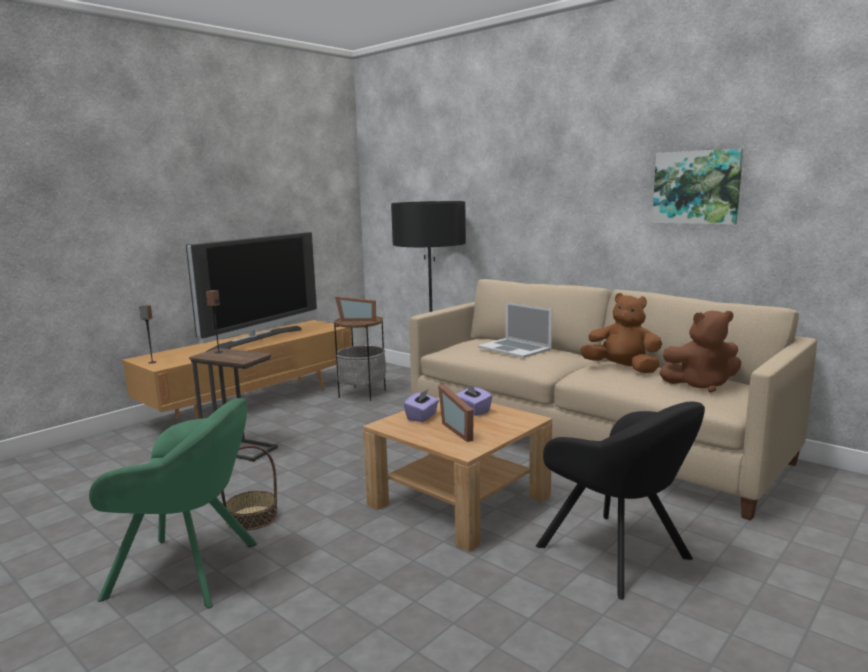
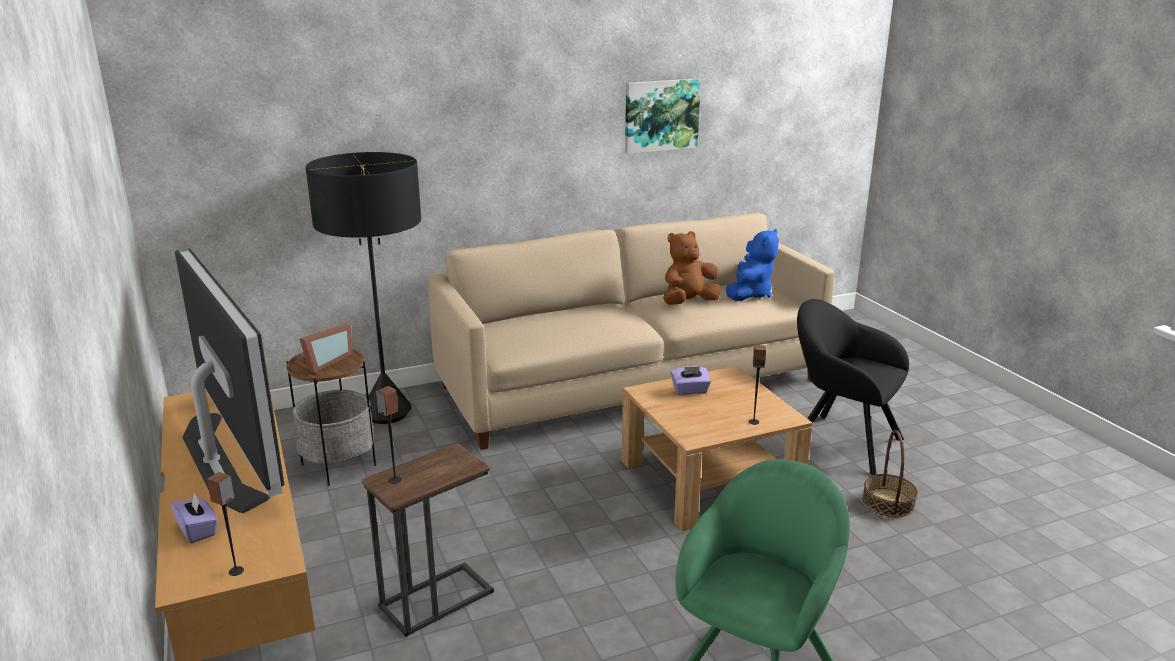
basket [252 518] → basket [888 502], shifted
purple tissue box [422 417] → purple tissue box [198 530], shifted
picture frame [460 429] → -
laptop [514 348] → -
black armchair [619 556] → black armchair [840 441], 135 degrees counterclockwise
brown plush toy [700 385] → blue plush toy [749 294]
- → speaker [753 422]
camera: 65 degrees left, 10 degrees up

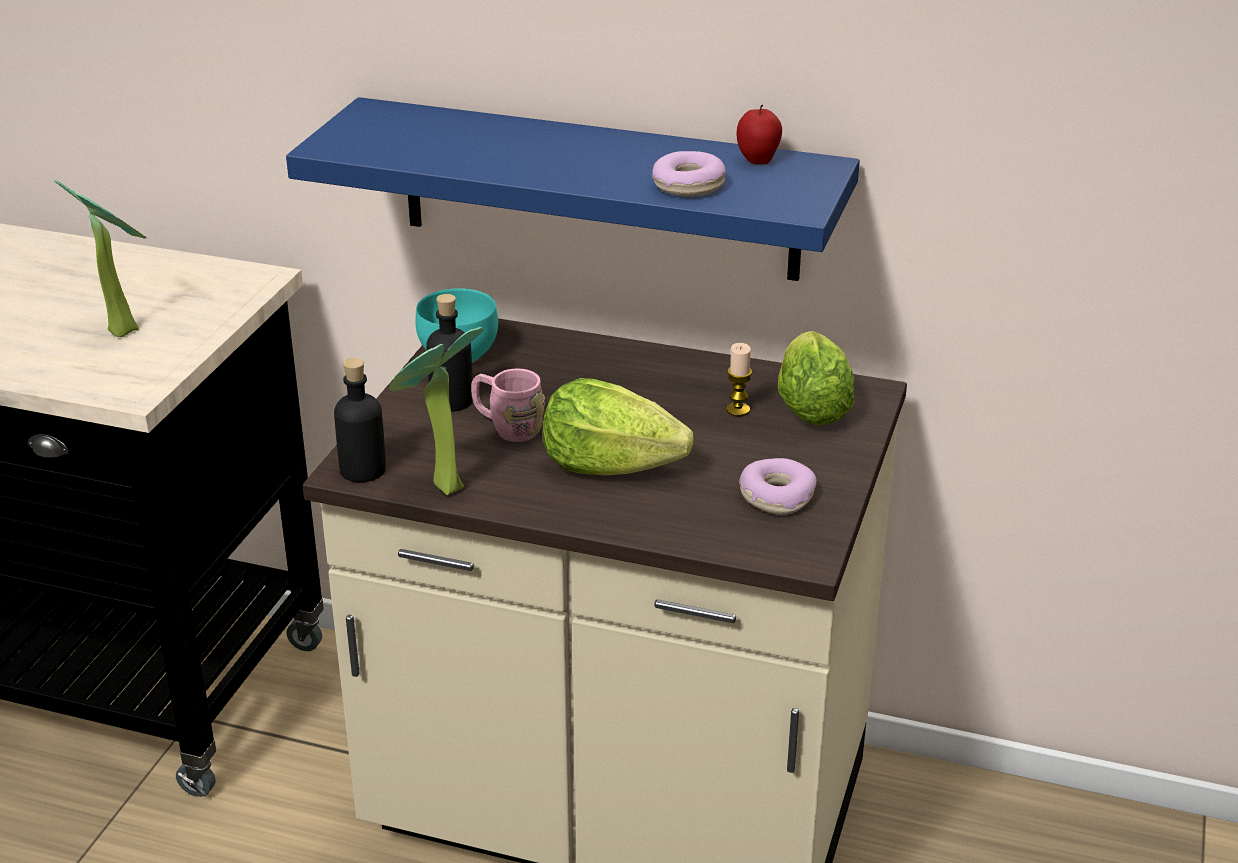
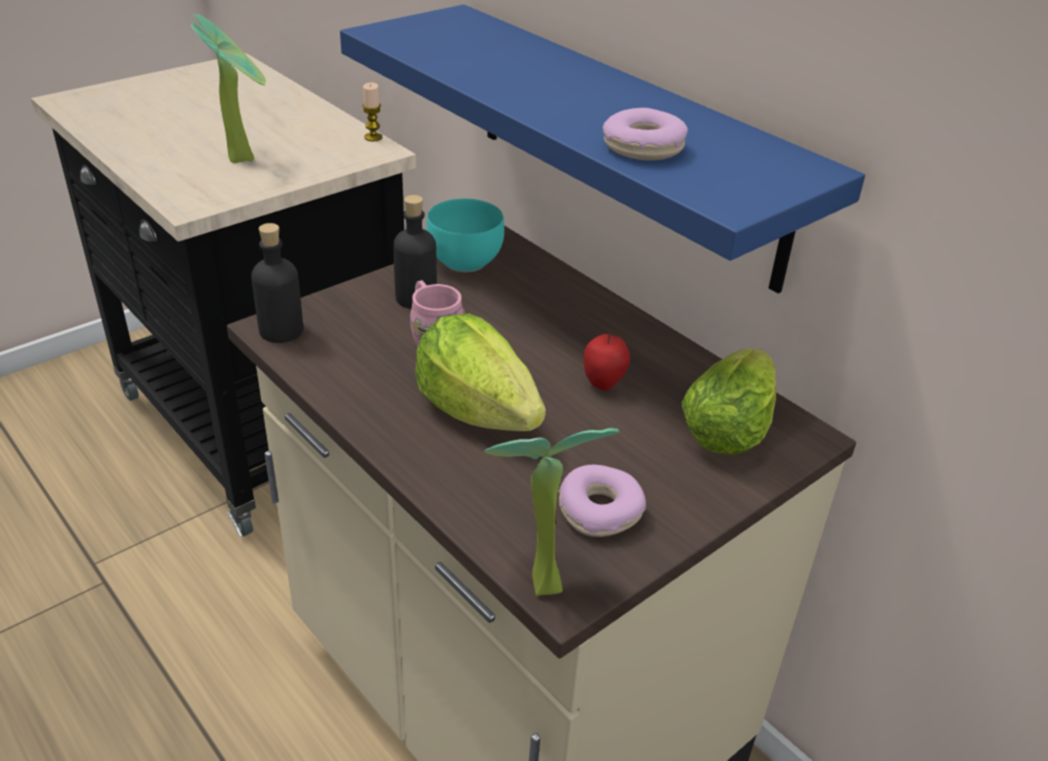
potted plant [440 488] → potted plant [537 580], shifted
candle [738 410] → candle [373 137], shifted
apple [758 160] → apple [603 383], shifted
camera: 30 degrees right, 5 degrees up

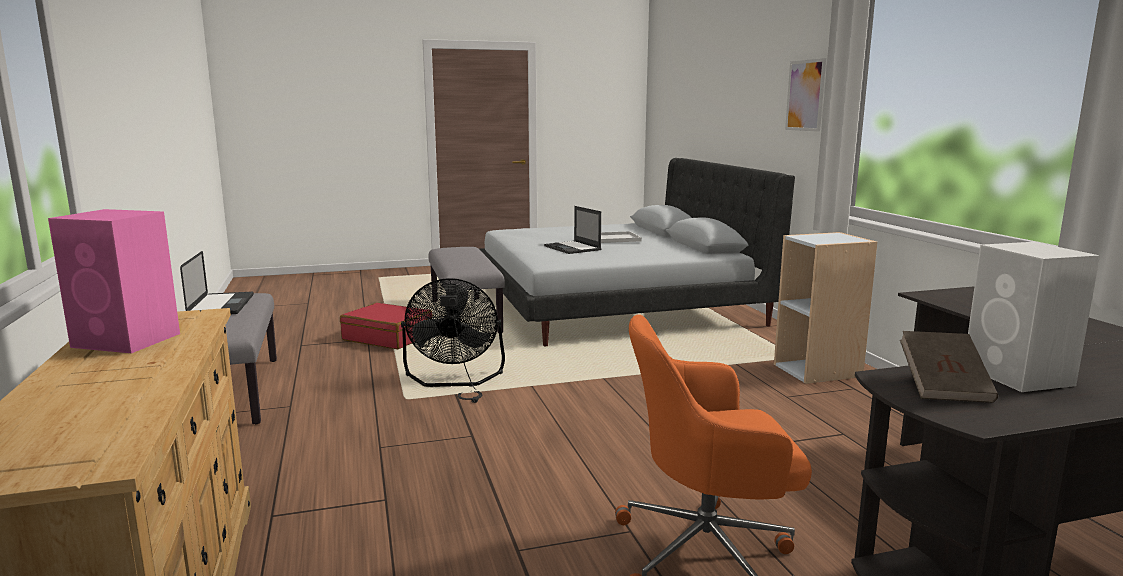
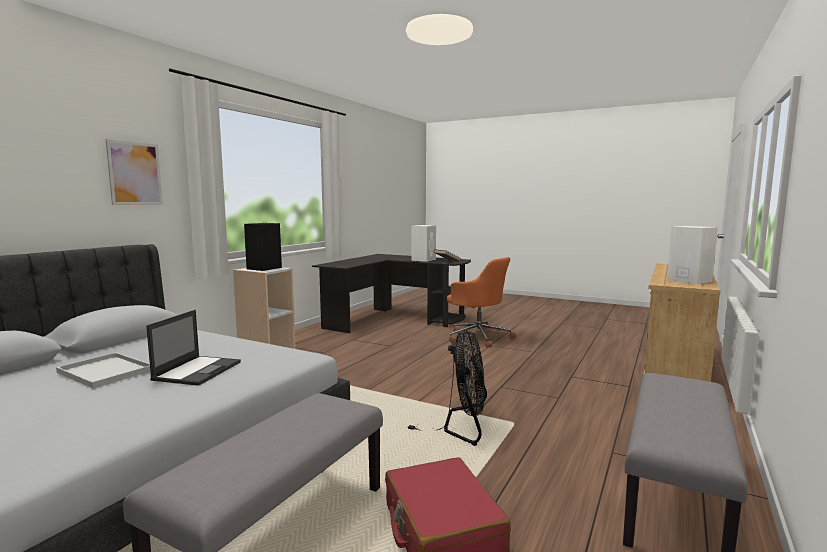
pink speaker [128 340] → white speaker [688 280]
laptop [221 305] → -
black fan [456 382] → black fan [459 424], 120 degrees counterclockwise
- → black speaker [265 268]
camera: 135 degrees left, 5 degrees down

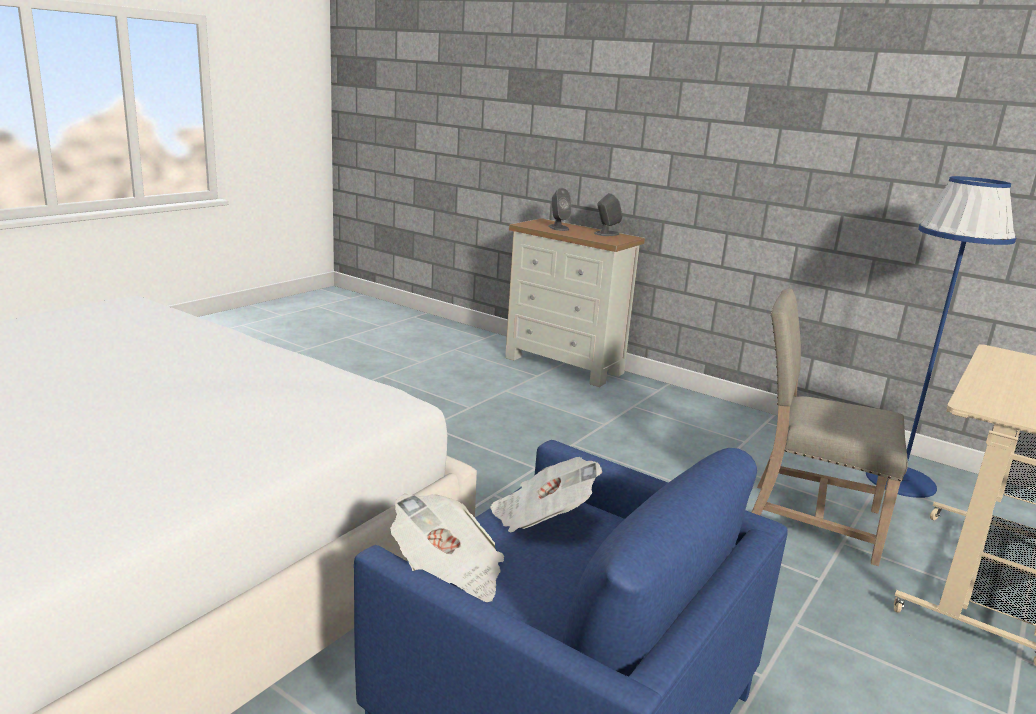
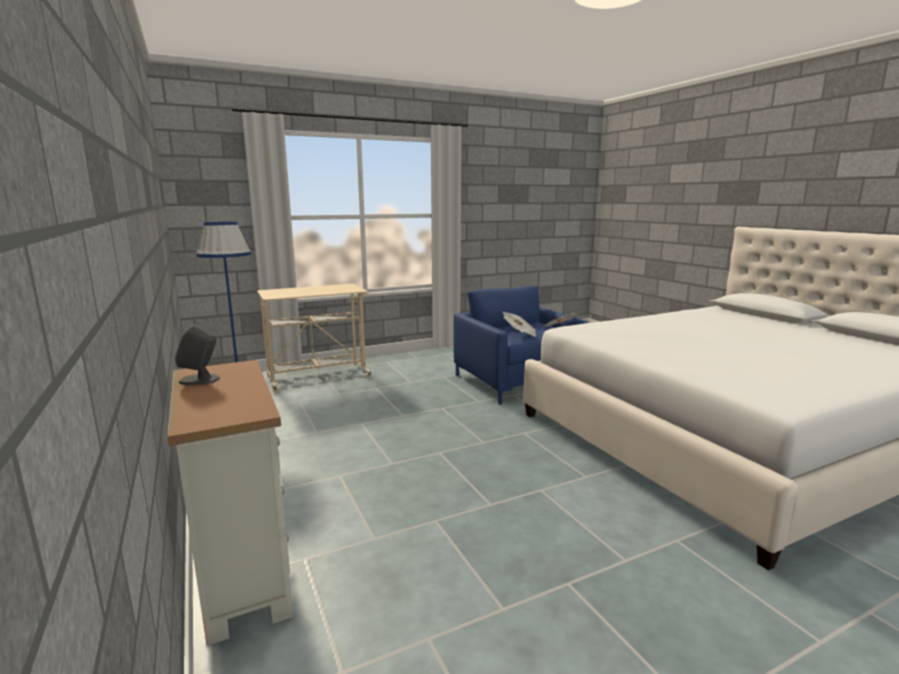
grey speaker [558 228] → -
beige chair [808 519] → -
camera: 150 degrees left, 5 degrees down

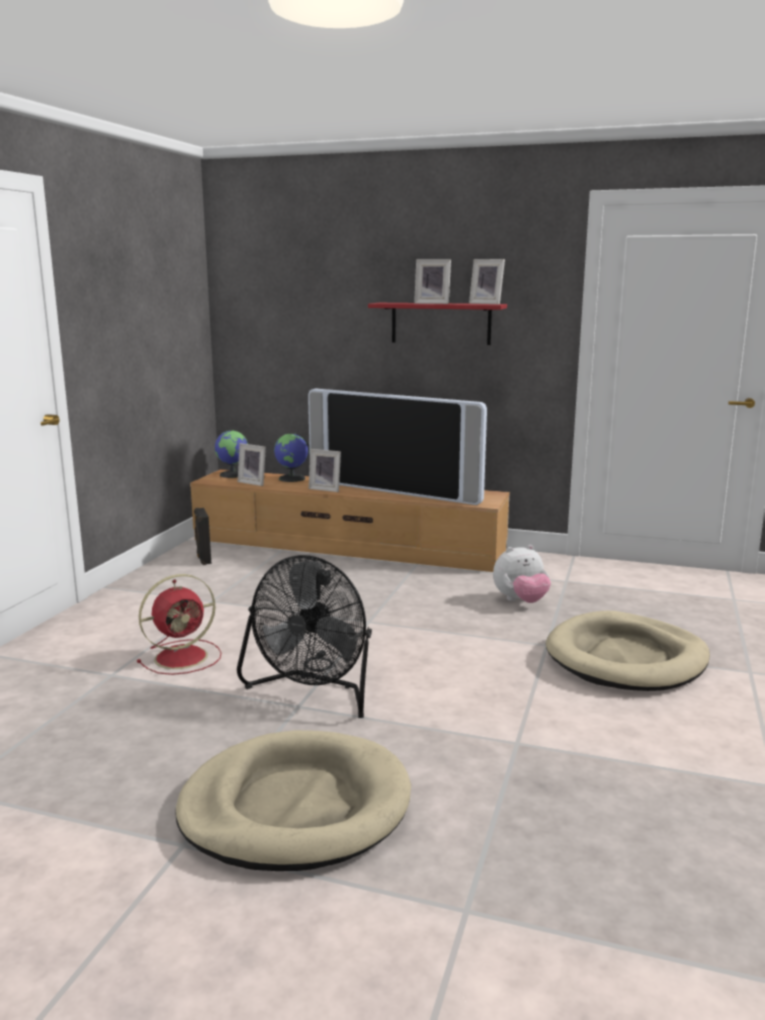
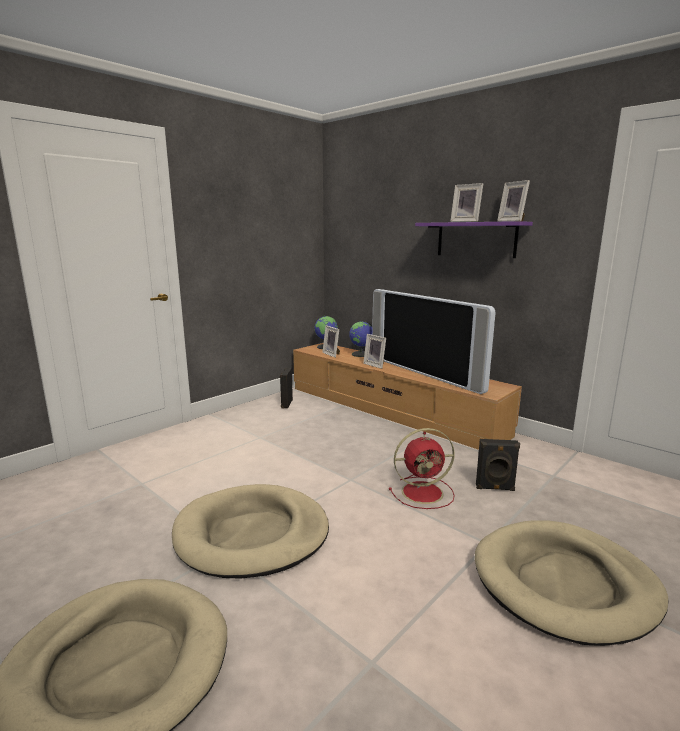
red fan [183 657] → red fan [424 492], shifted
black fan [312 689] → beige dog bed [252 534]
red shelf [441 323] → purple shelf [476 239]
plush toy [521 601] → black speaker [495 488]
camera: 25 degrees right, 0 degrees up

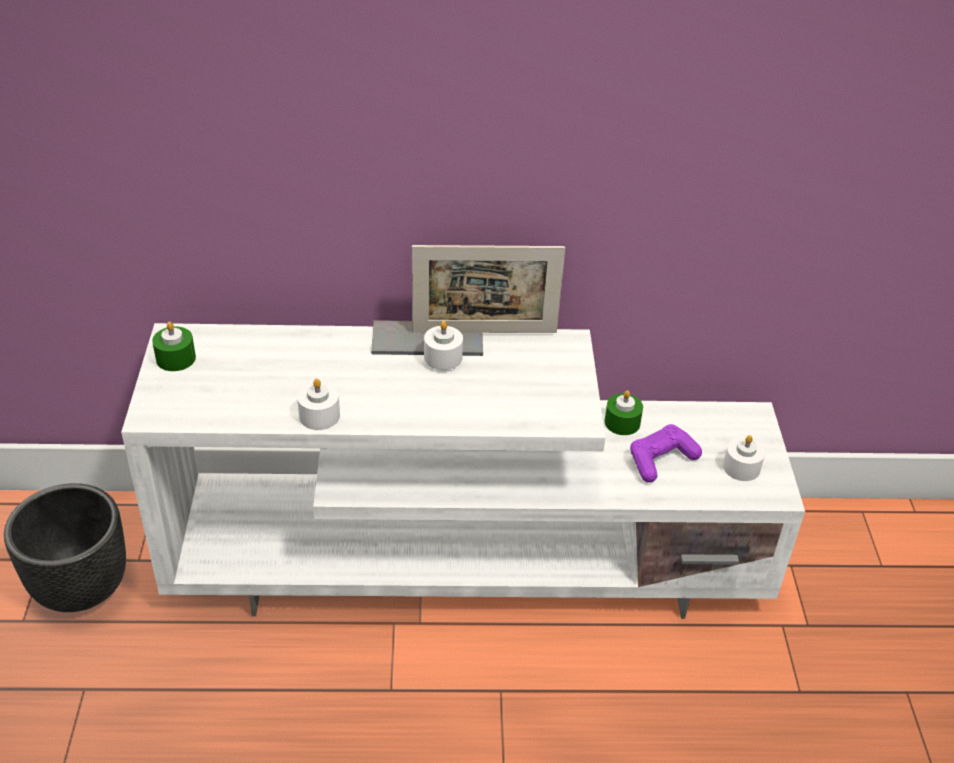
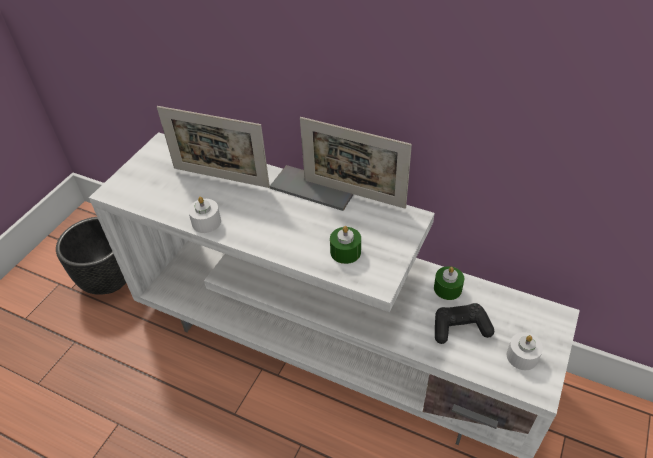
green candle [176 358] → green candle [345 252], shifted
white candle [443 357] → -
purple game controller [661 460] → black game controller [460 328]
- → picture frame [221 177]
camera: 30 degrees right, 5 degrees up

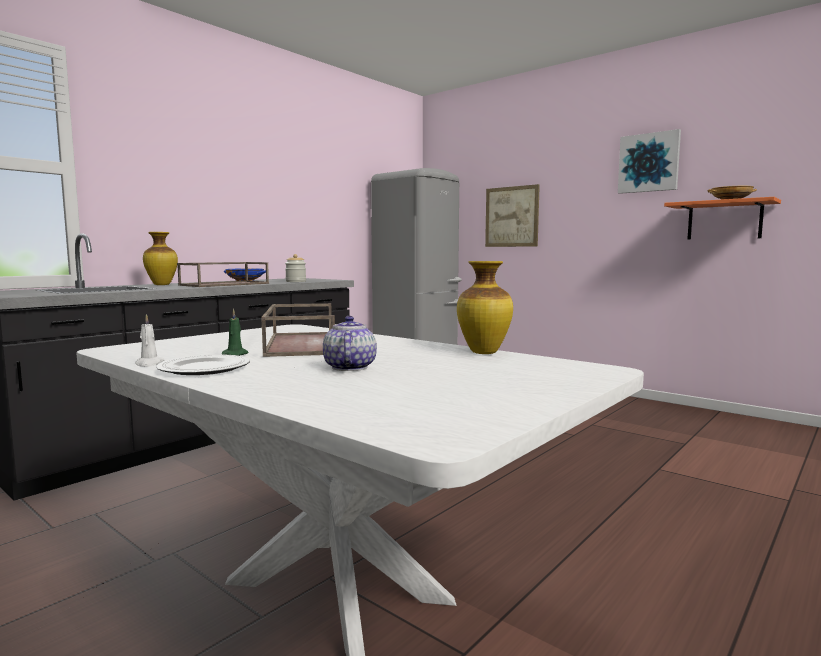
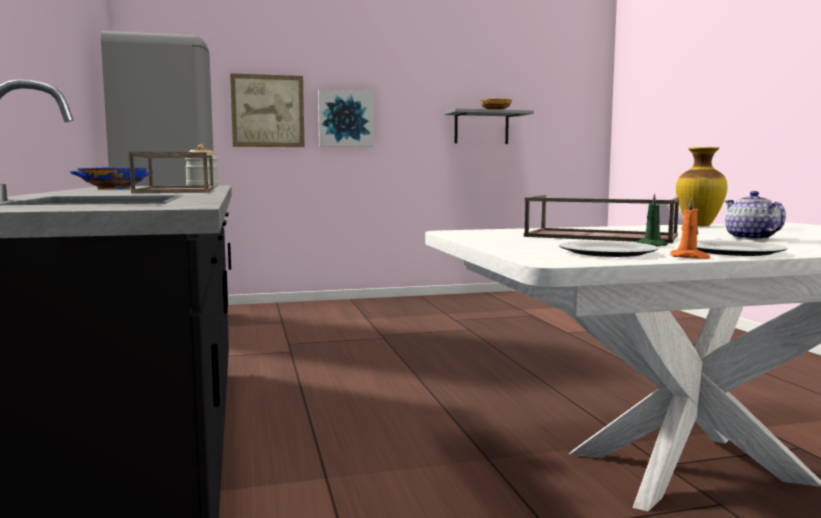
white candle [149 364] → orange candle [690 257]
vase [162 285] → -
teapot [349 367] → teapot [750 238], 45 degrees clockwise
picture [649 163] → picture [345 118], shifted
orange shelf [724 220] → grey shelf [481 128]
- → plate [608 252]
camera: 55 degrees left, 0 degrees up

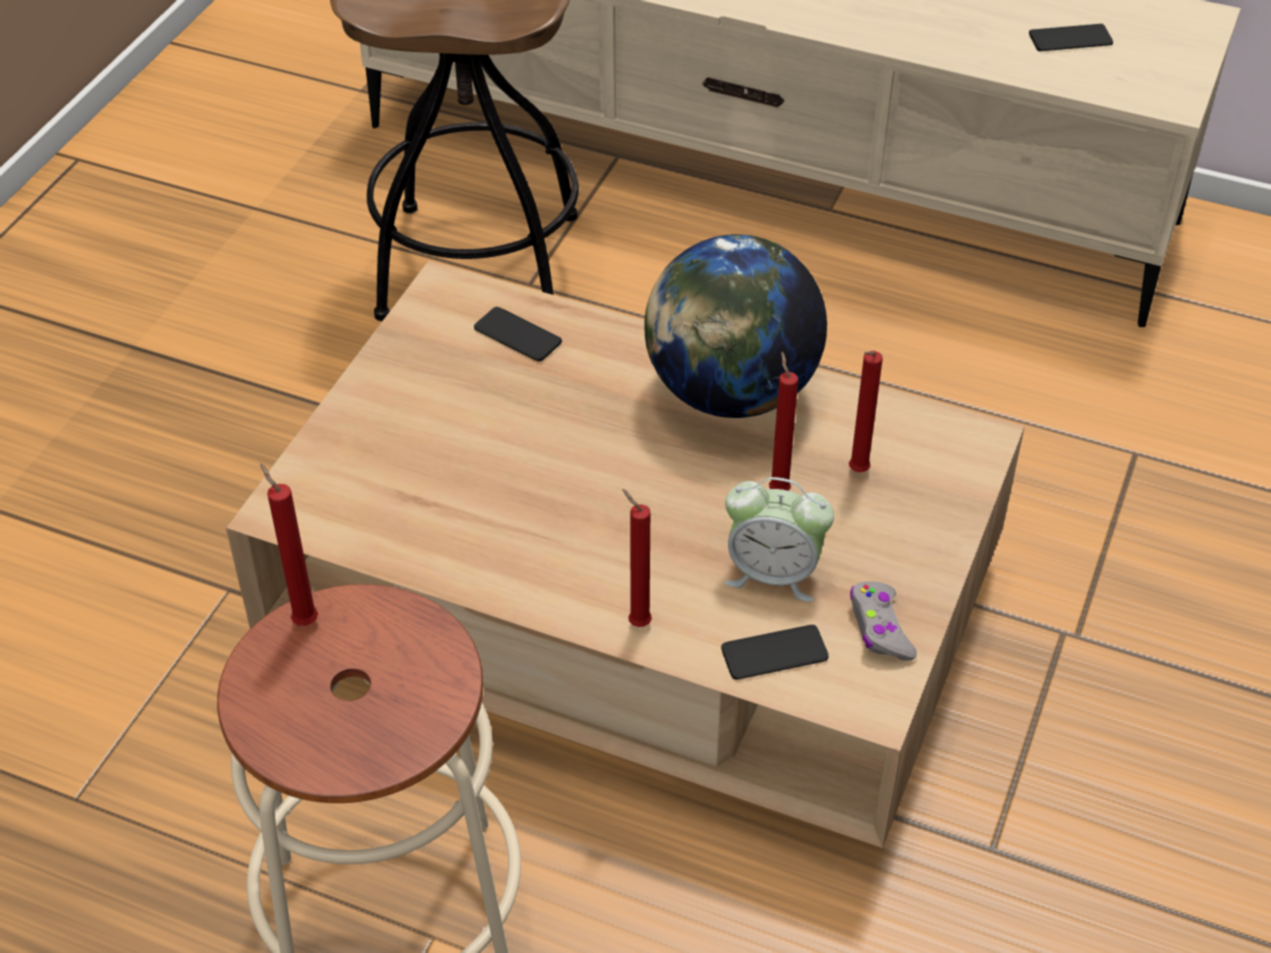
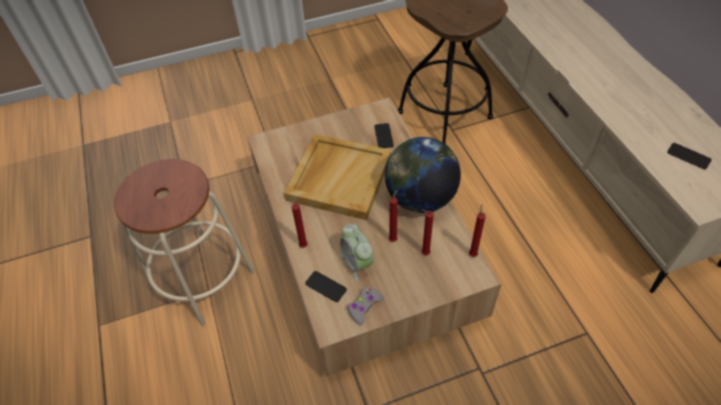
red candle [303 619] → red candle [472 254], shifted
- → beige tray [339 177]
camera: 50 degrees right, 5 degrees up

